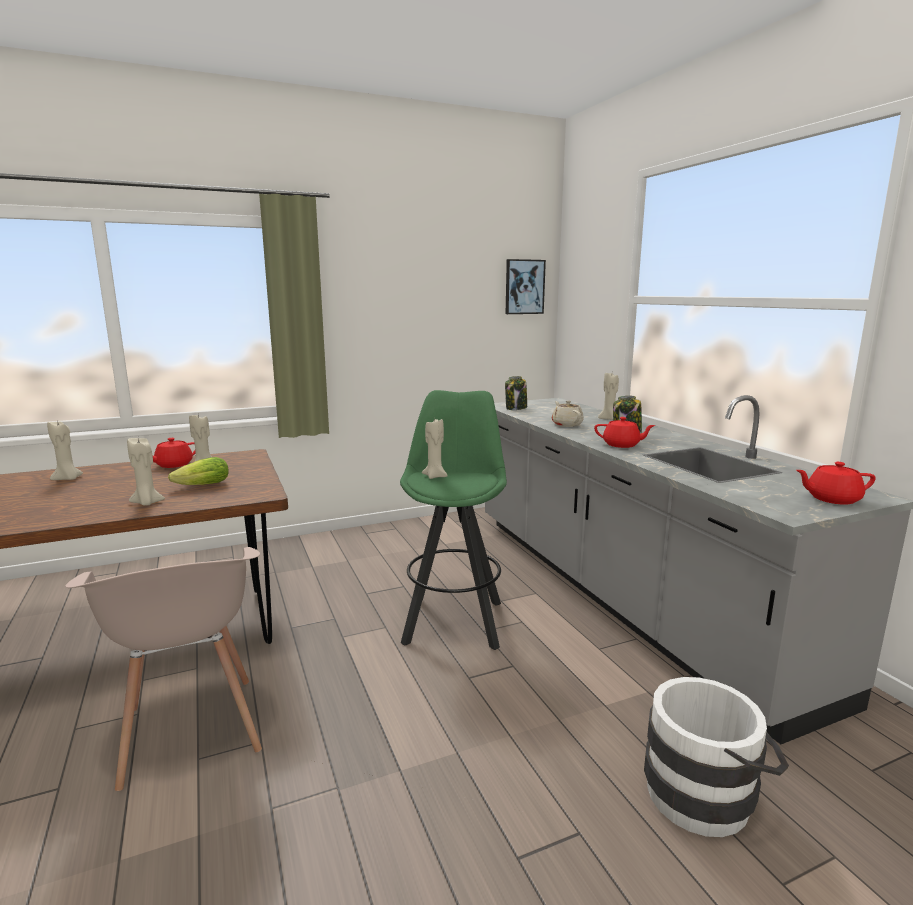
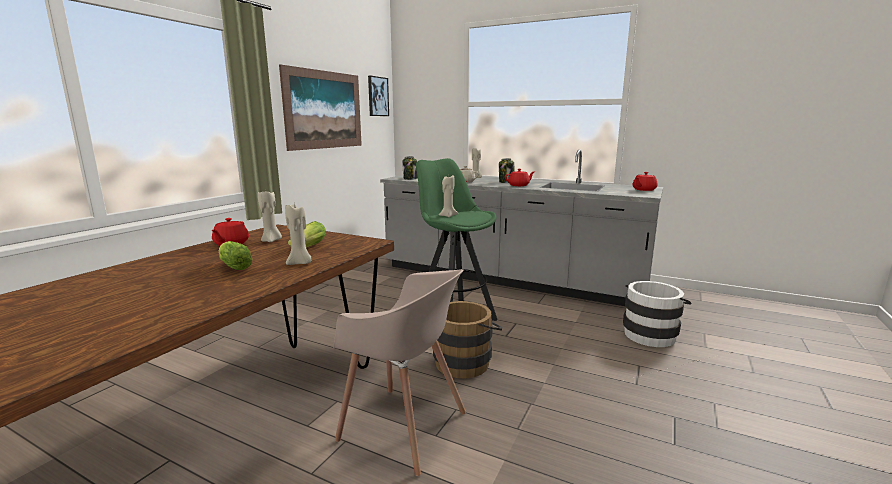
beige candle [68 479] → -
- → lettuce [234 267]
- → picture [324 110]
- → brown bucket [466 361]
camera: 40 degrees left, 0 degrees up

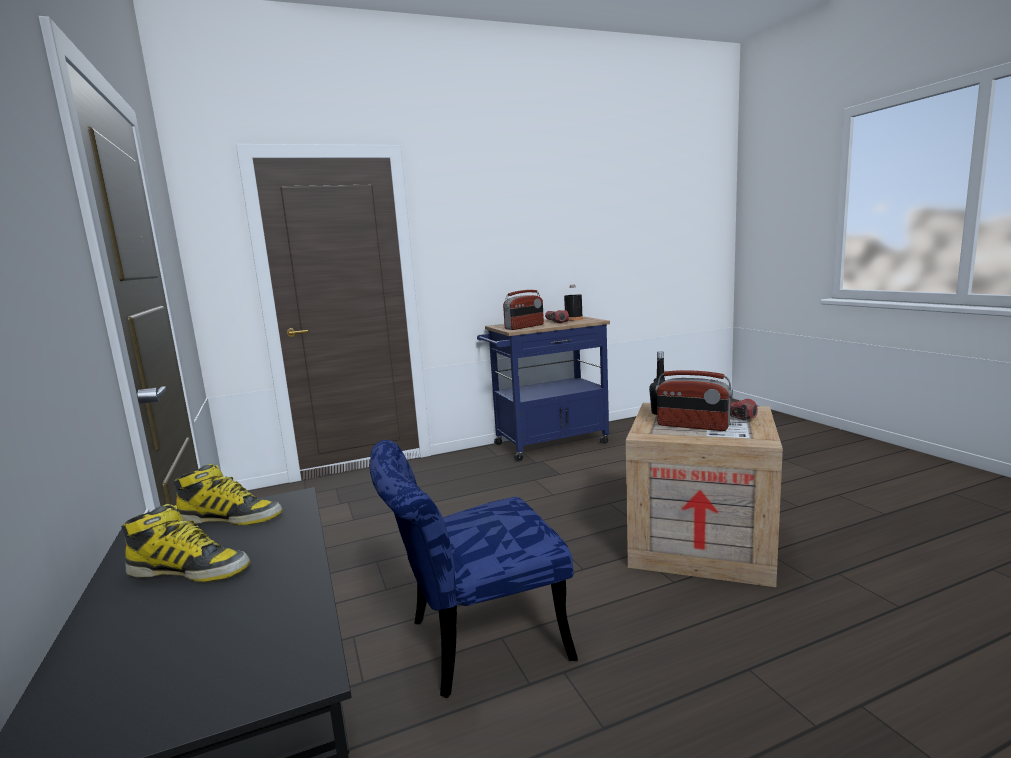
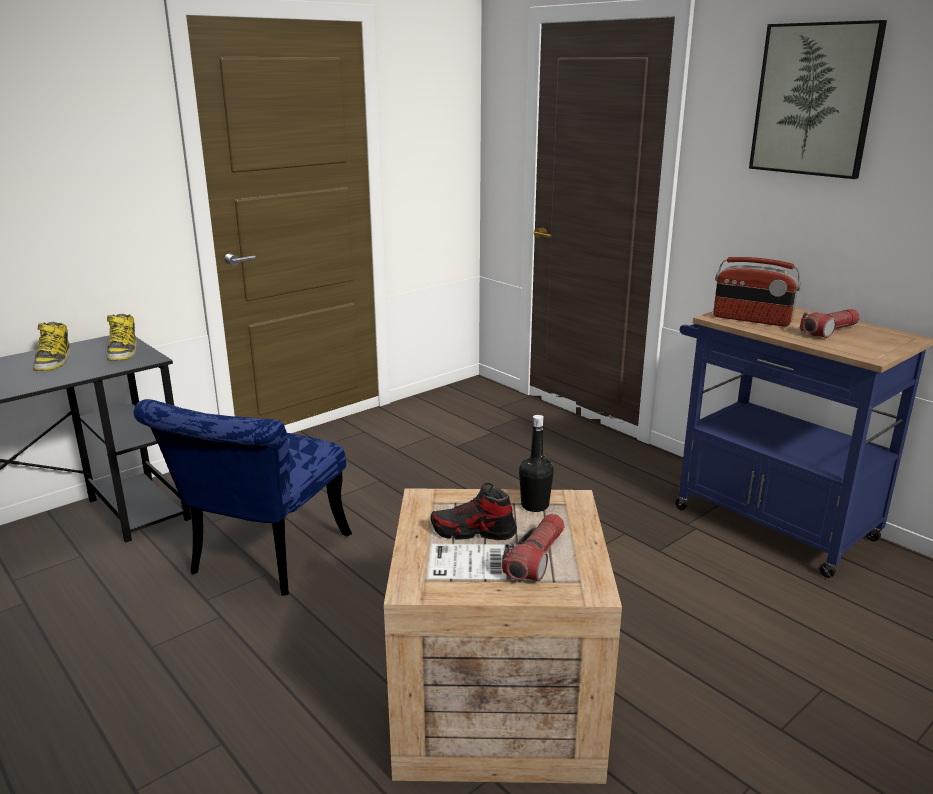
blue chair [474 642] → blue chair [261 560], 120 degrees counterclockwise
black bottle [573 319] → -
radio [692 426] → shoe [473 532]
- → picture [814 100]
camera: 70 degrees right, 10 degrees up

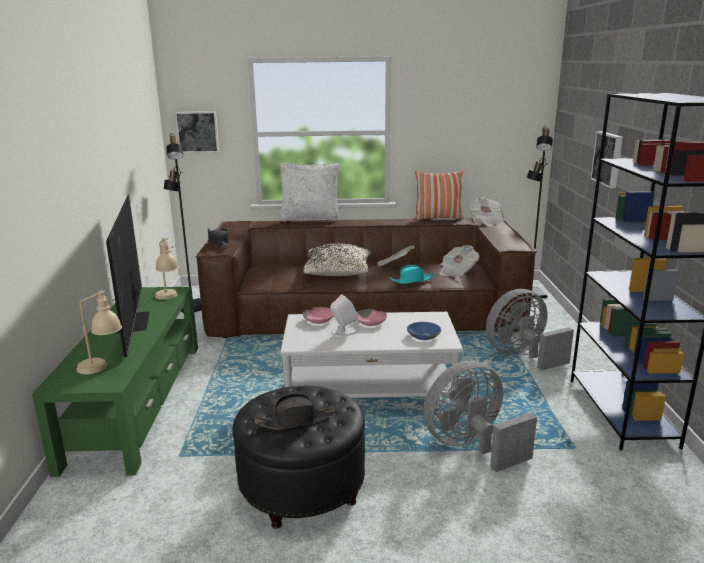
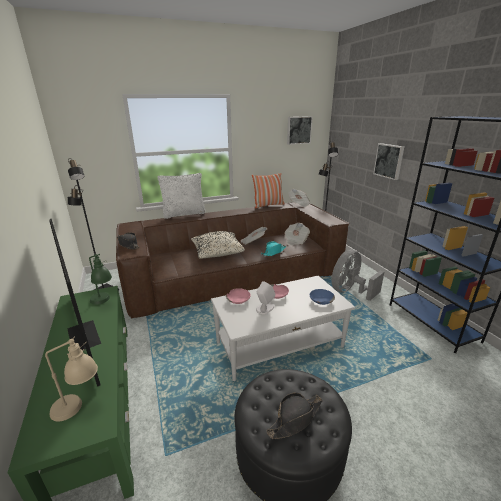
beige table lamp [169 298] → green table lamp [104 302]
picture [198 132] → picture [298 130], shifted
grey fan [471 446] → -
camera: 20 degrees left, 5 degrees up

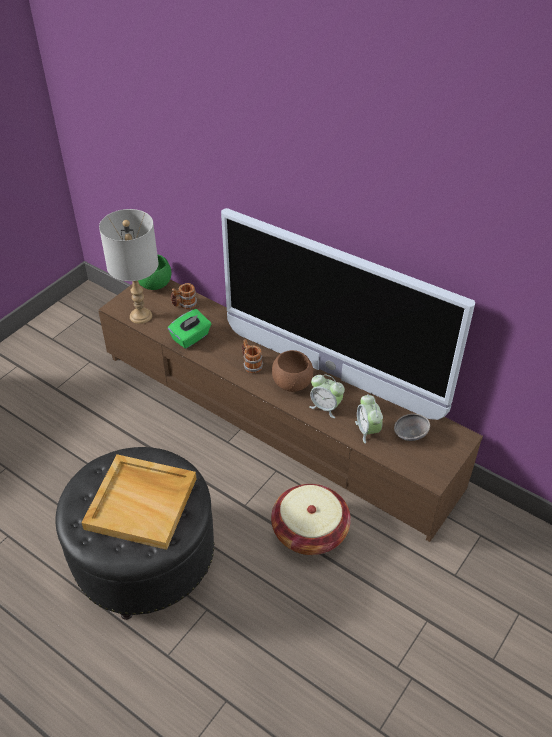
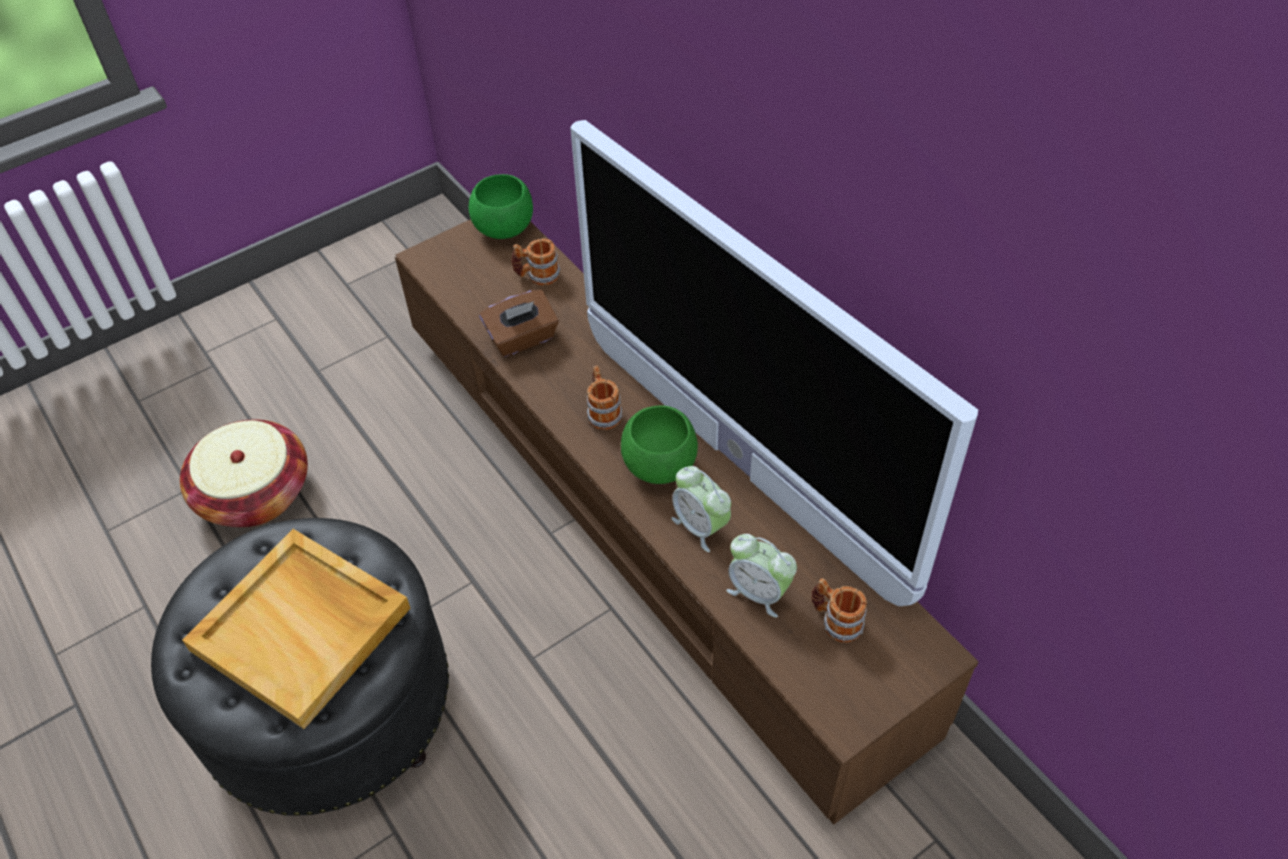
grey table lamp [140 315] → -
green tissue box [191 338] → brown tissue box [522 339]
basket [310 531] → basket [255 493], shifted
brown bowl [292 383] → green bowl [661 465]
alarm clock [367 430] → alarm clock [759 592], 60 degrees counterclockwise
grey bowl [409 434] → mug [835 620]
camera: 20 degrees right, 5 degrees up

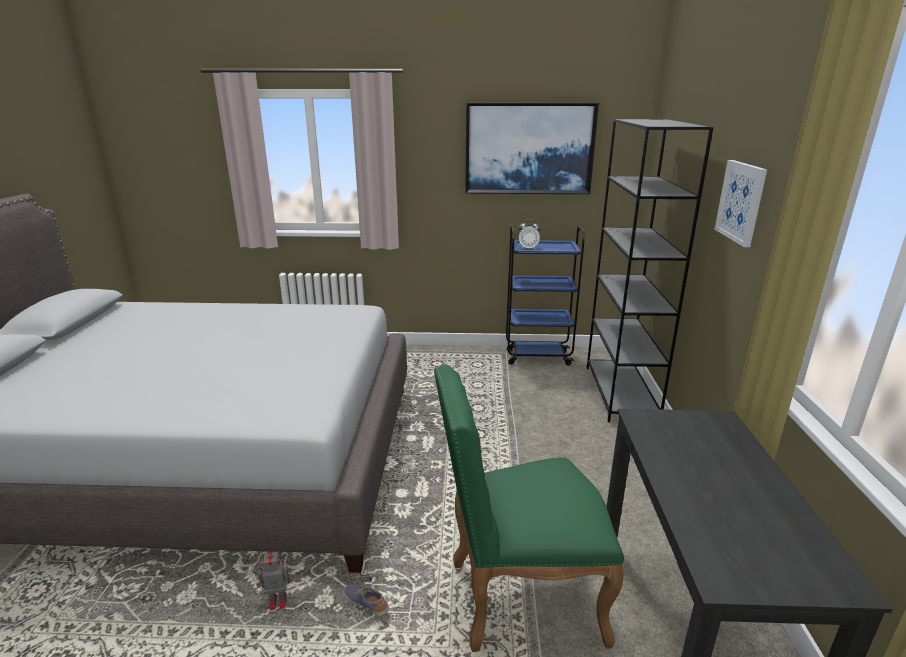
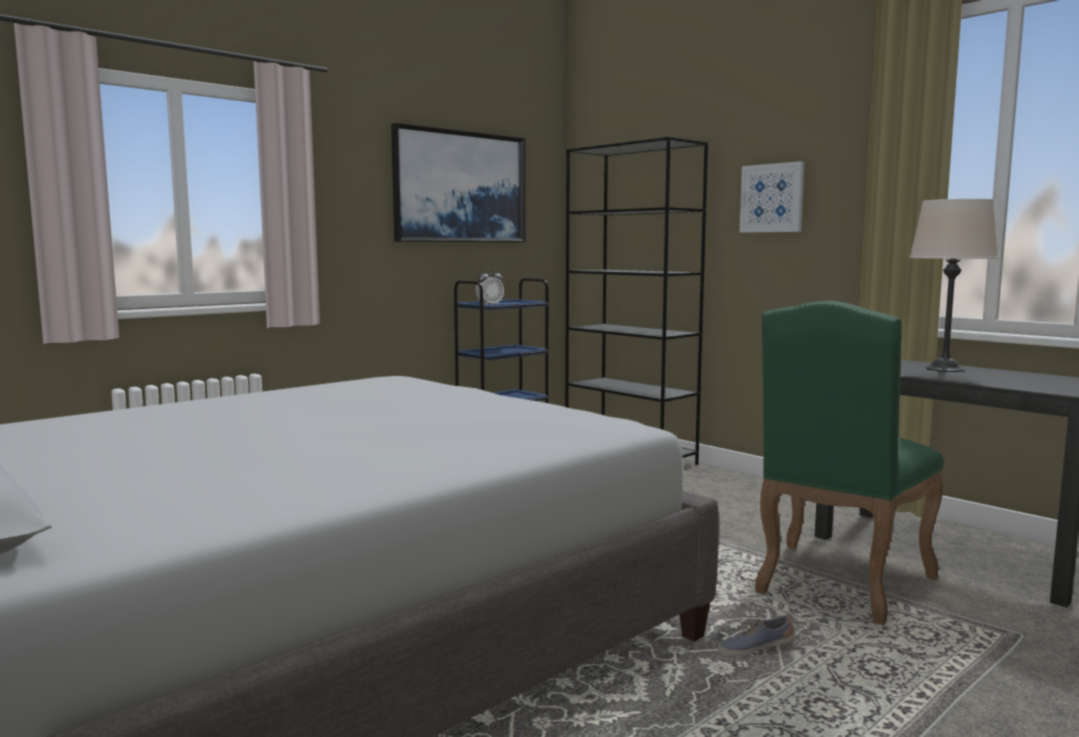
toy robot [277 602] → -
- → beige table lamp [945 369]
camera: 45 degrees left, 15 degrees down

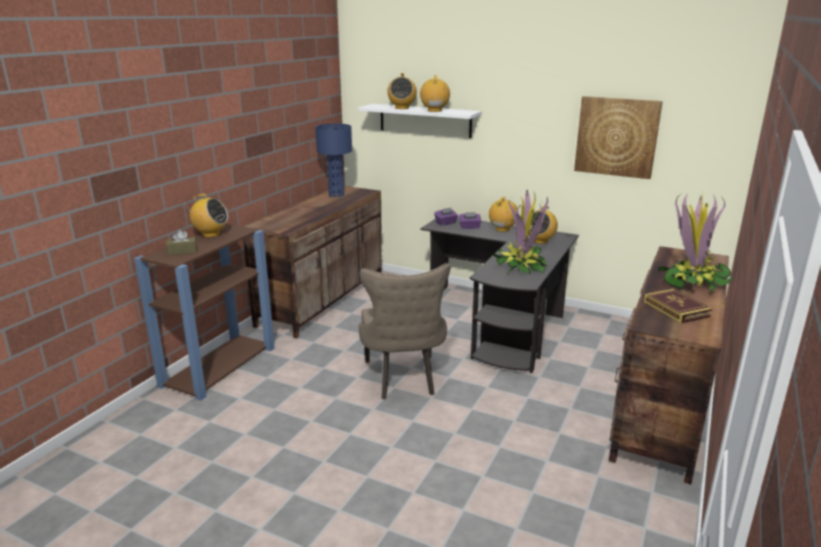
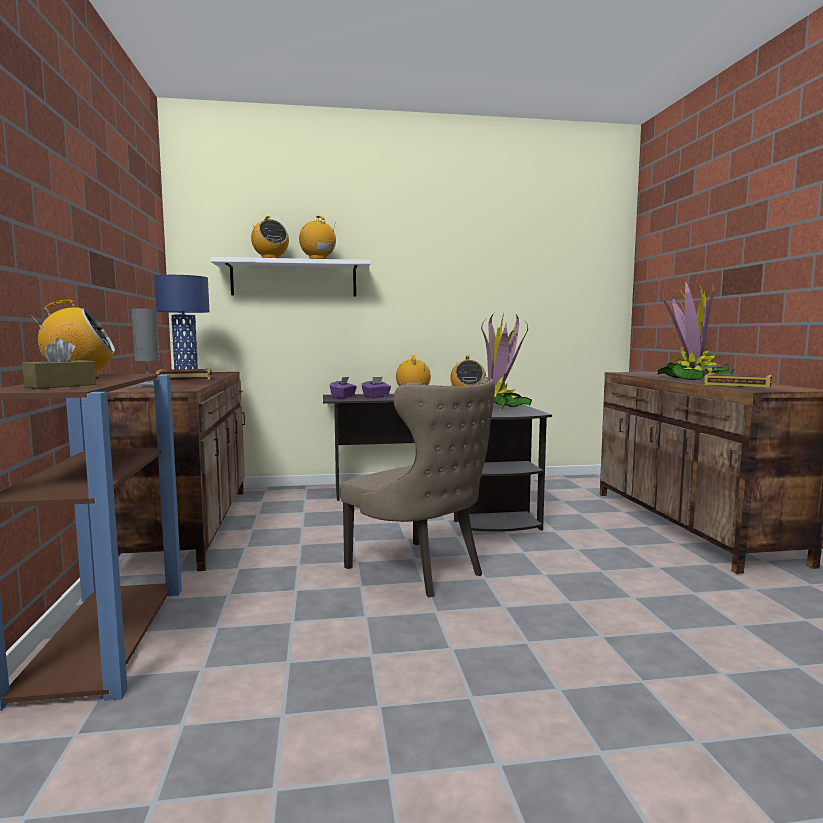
picture [616 137] → -
- → grey table lamp [148 385]
- → book [185 378]
camera: 35 degrees left, 15 degrees down

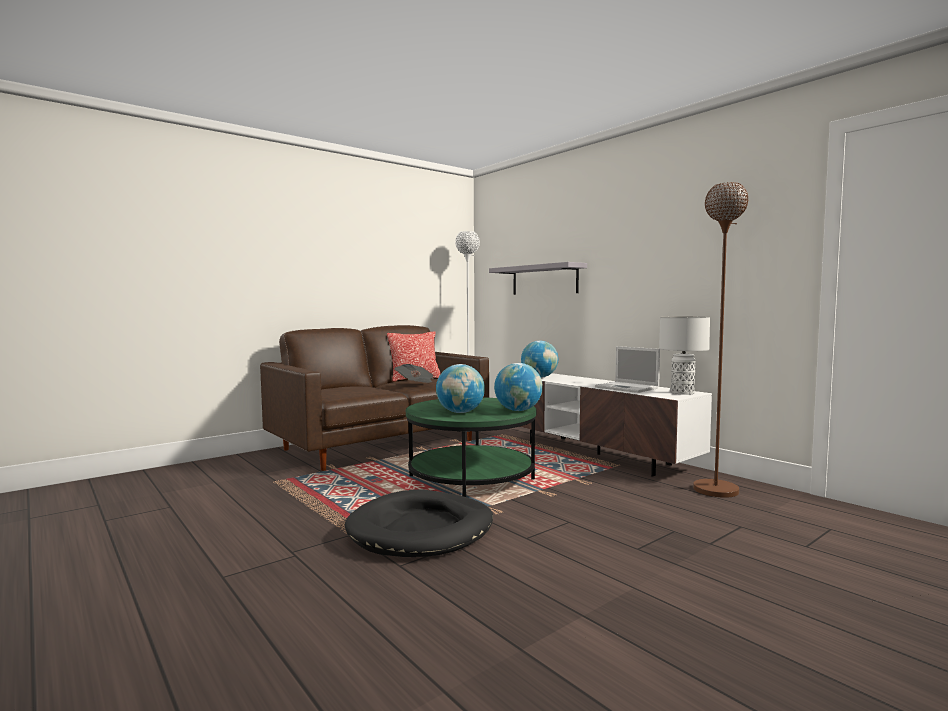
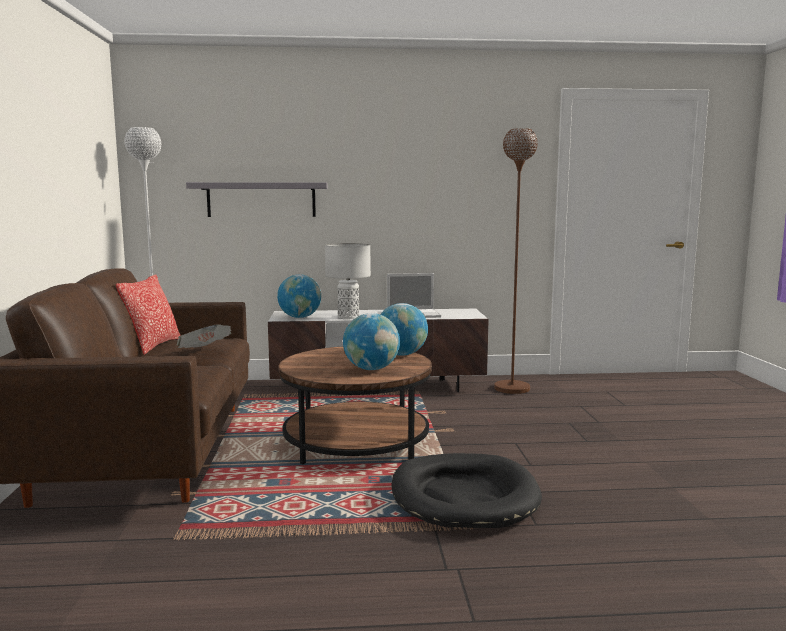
green coffee table [471 478] → brown coffee table [356 442]
white table lamp [682 392] → white table lamp [348 317], shifted
camera: 55 degrees left, 5 degrees up

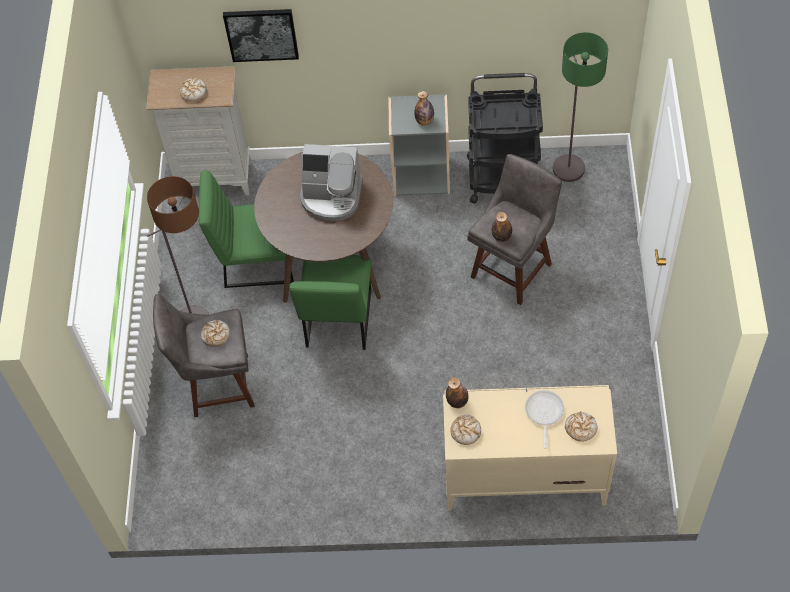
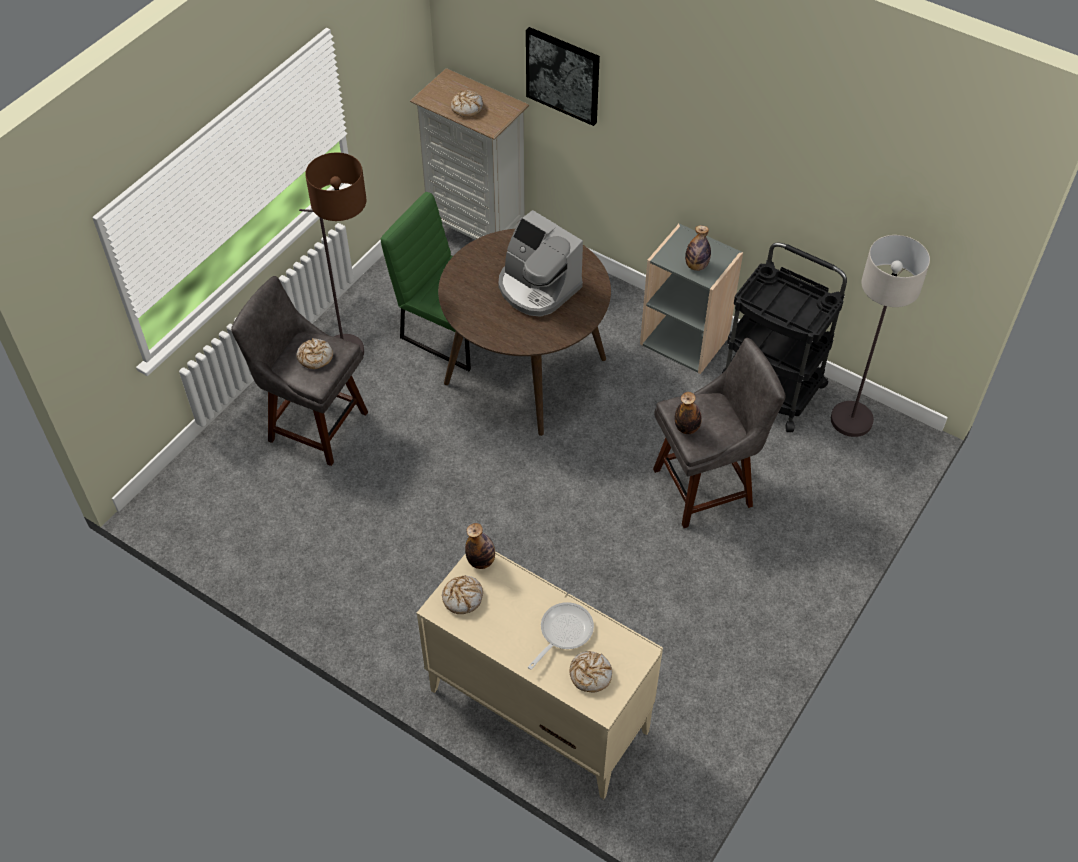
green chair [338 320] → -
green floor lamp [571 177] → grey floor lamp [848 430]
camera: 30 degrees right, 5 degrees down

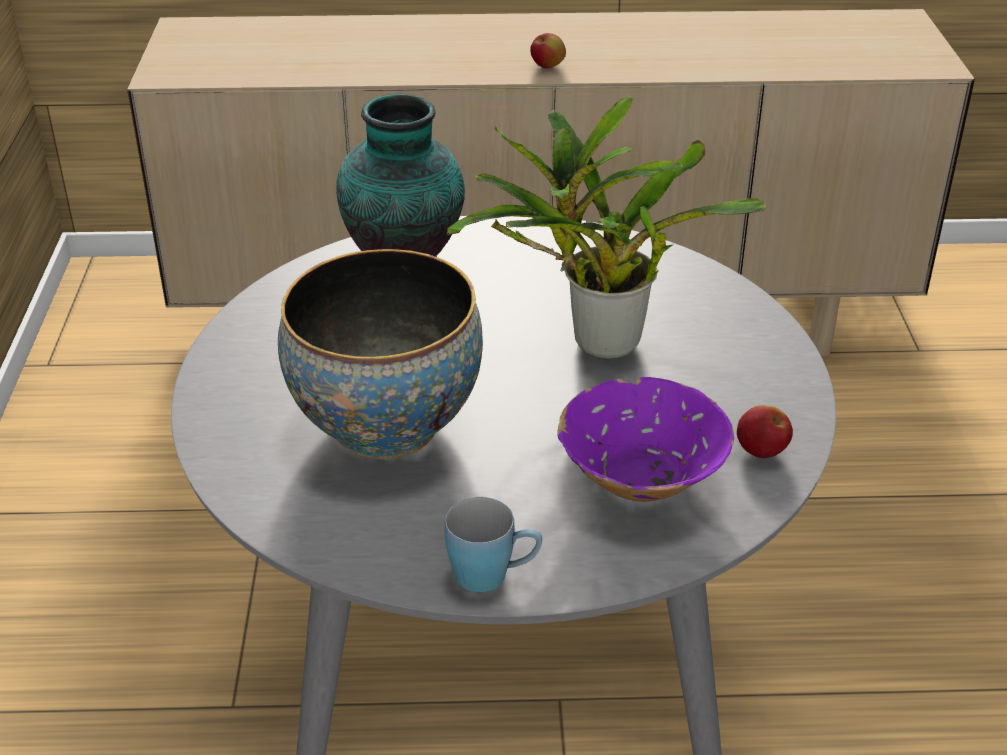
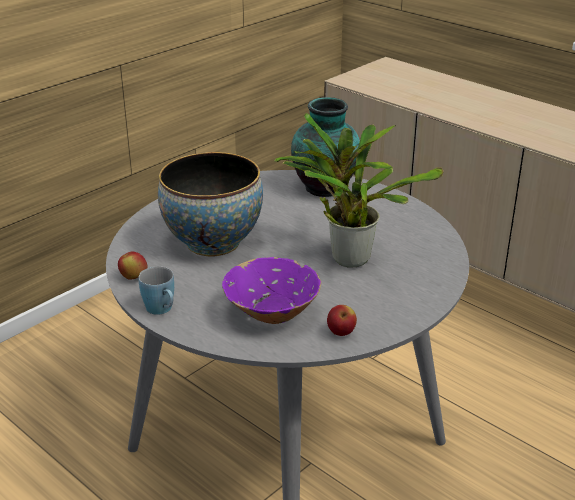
apple [547 67] → apple [134 277], shifted
camera: 45 degrees right, 5 degrees down

